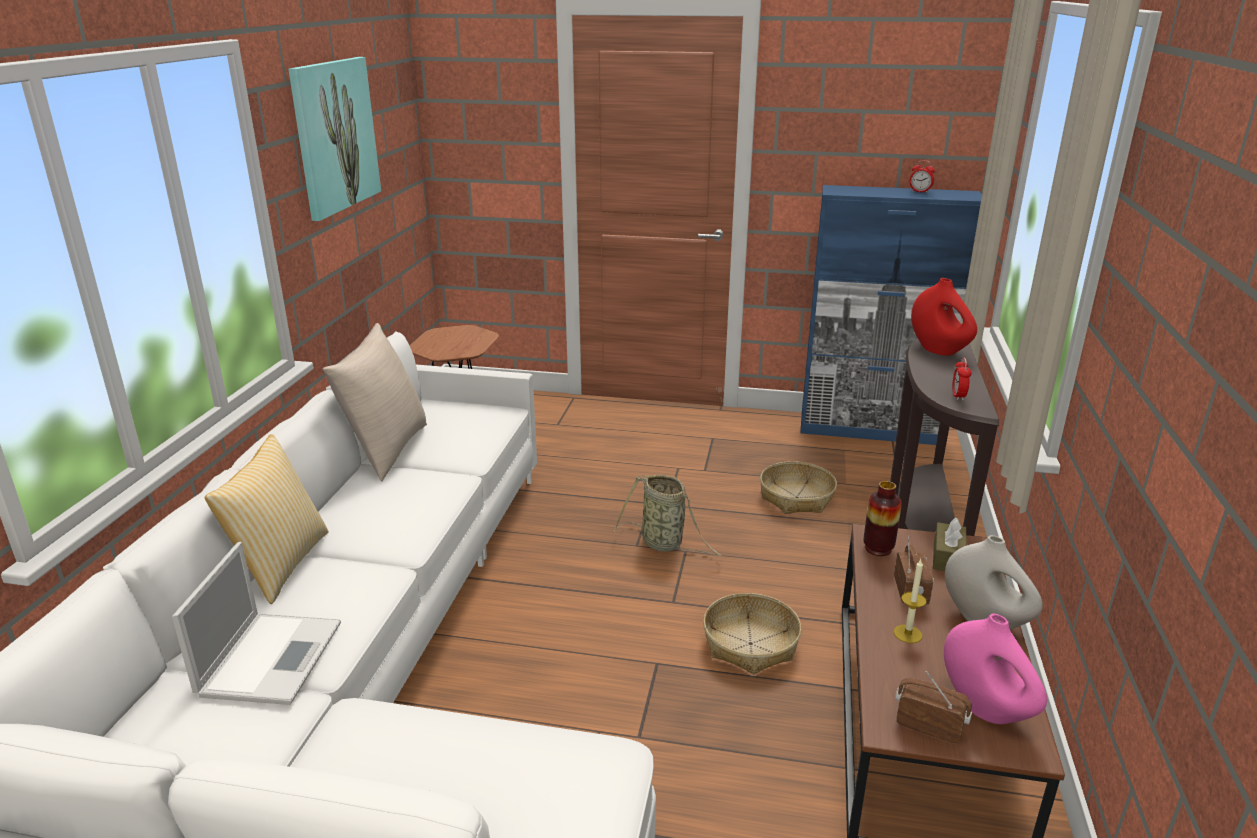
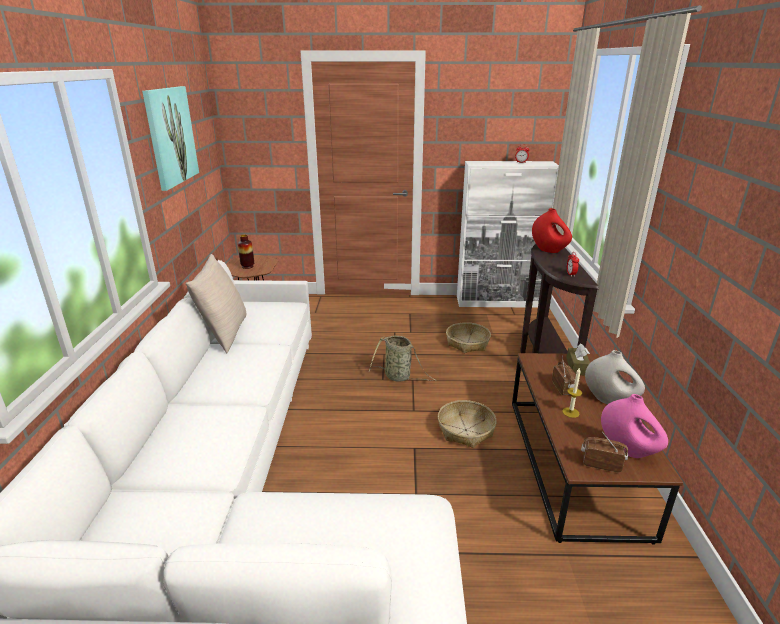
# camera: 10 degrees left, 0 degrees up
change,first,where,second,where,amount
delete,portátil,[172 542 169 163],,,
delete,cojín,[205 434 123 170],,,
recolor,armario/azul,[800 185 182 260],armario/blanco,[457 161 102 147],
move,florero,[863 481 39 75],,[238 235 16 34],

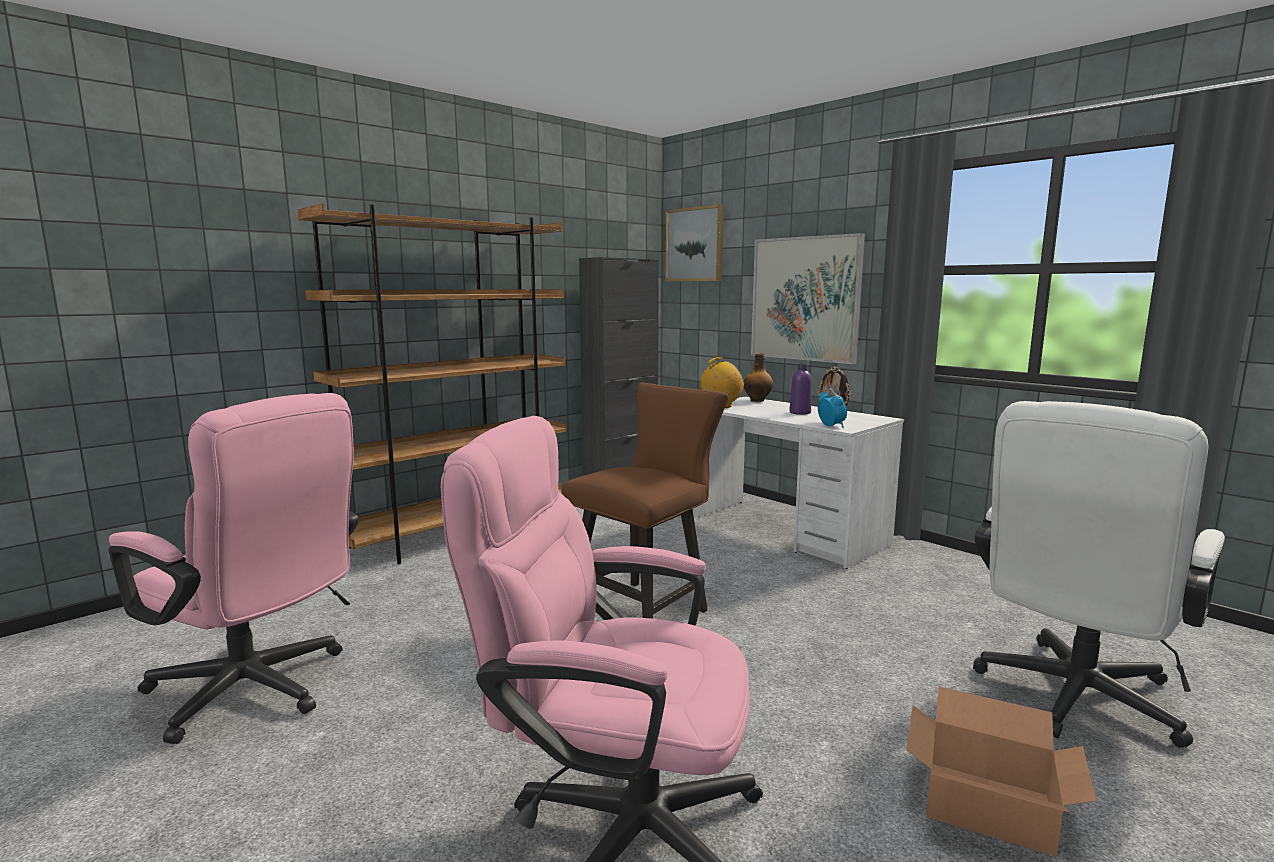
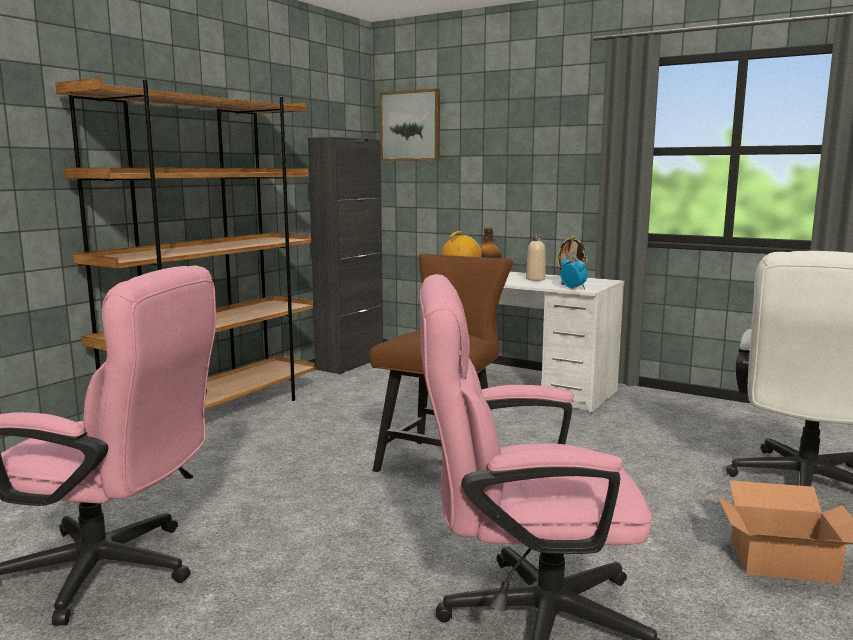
# camera: 15 degrees left, 0 degrees up
change,first,where,second,where,amount
delete,cuadro,[751 233 114 131],,,
recolor,botella/morado,[789 364 23 51],botella/beis,[526 235 19 46],

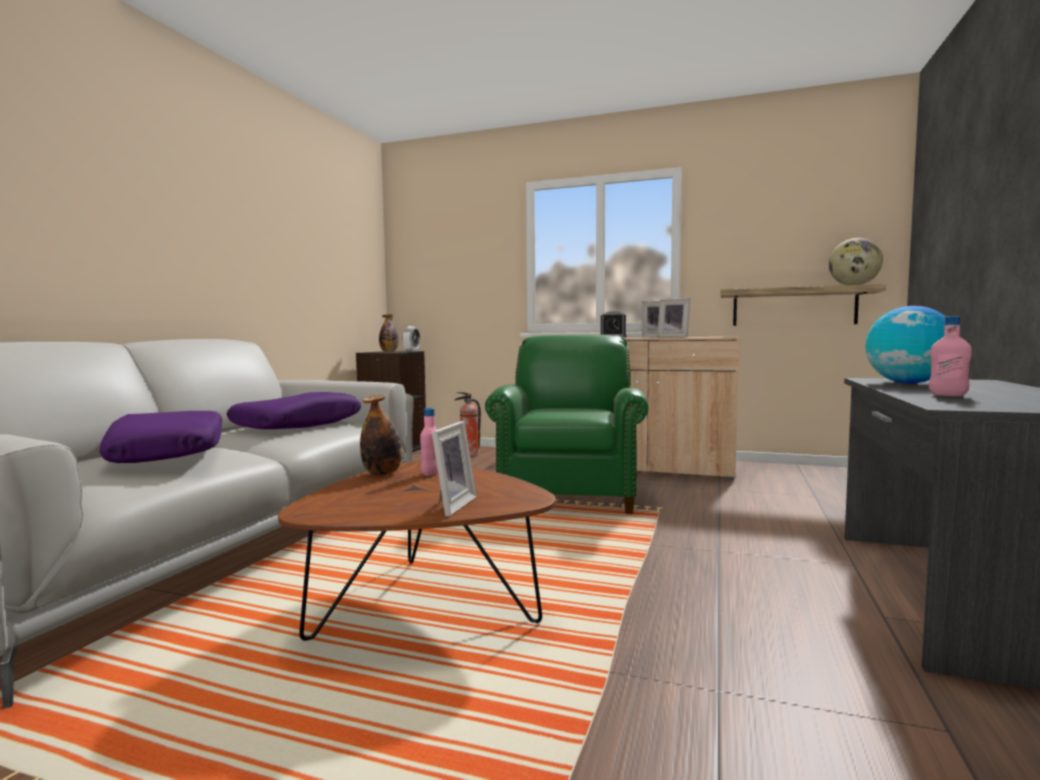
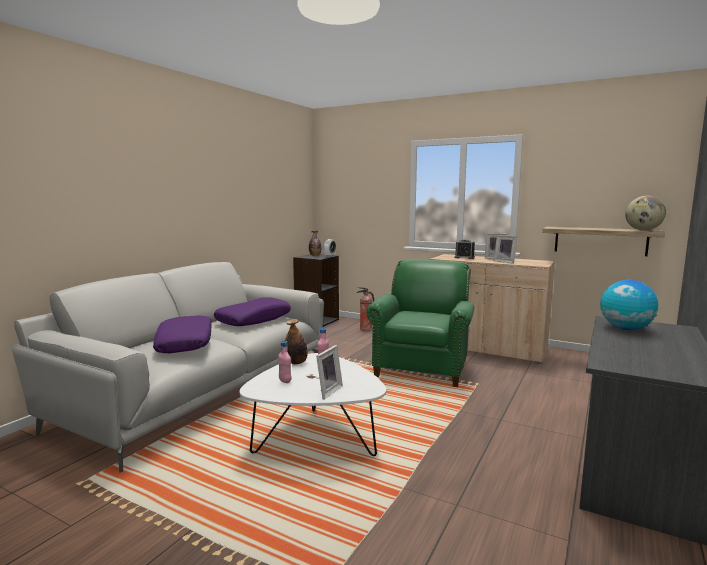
# camera: 10 degrees right, 5 degrees up
change,first,where,second,where,amount
recolor,mesa de centro/marrón,[278 461 278 180],mesa de centro/blanco,[240 353 146 103],
move,botella/rosa,[929 316 43 80],,[278 341 14 42],

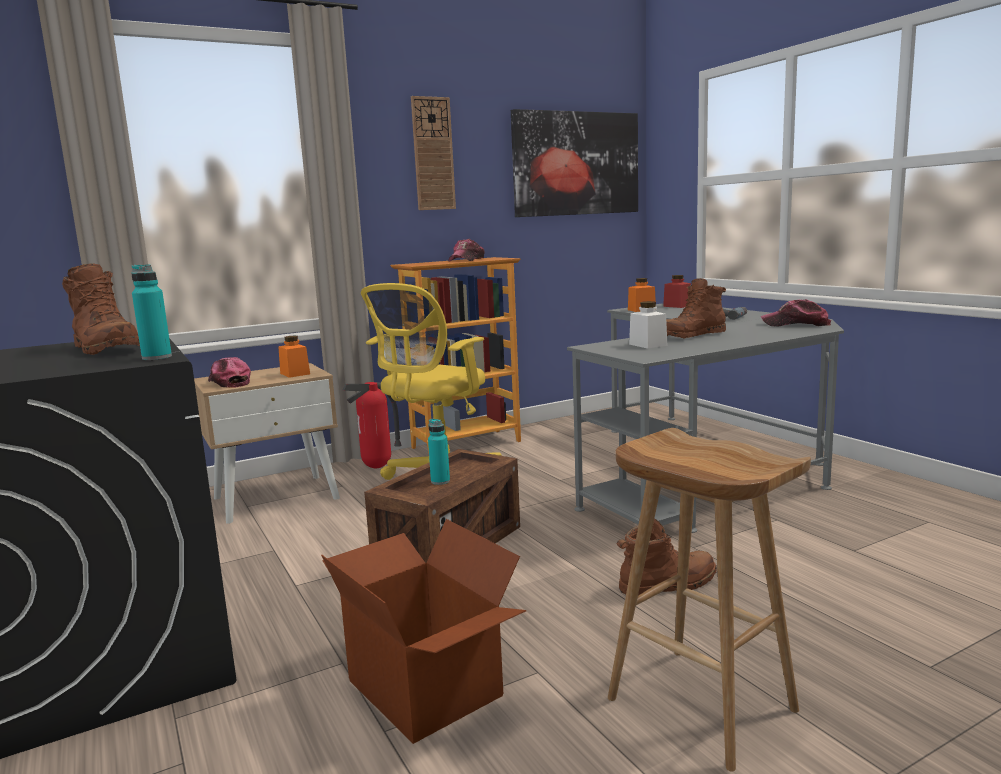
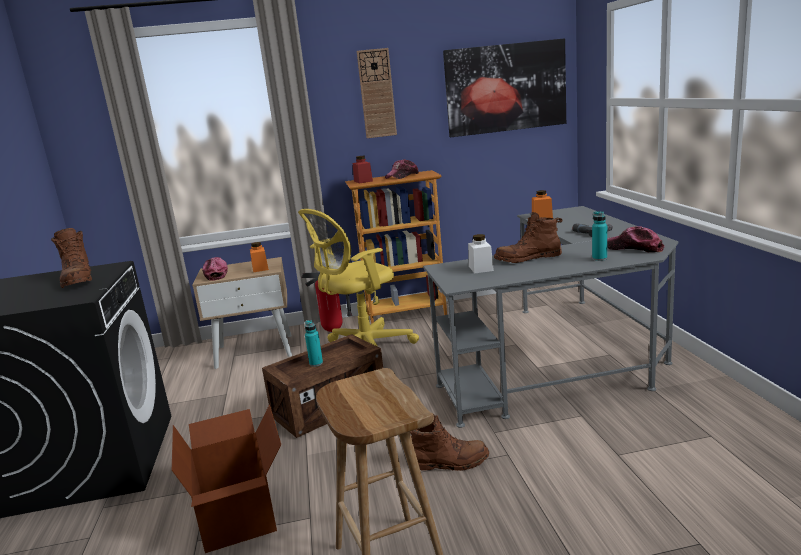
# camera: 20 degrees right, 5 degrees up
change,first,where,second,where,amount
move,botella/turquesa,[131 264 41 96],,[592 211 15 50],
move,tarro/rojo,[663 275 28 33],,[353 156 20 28],

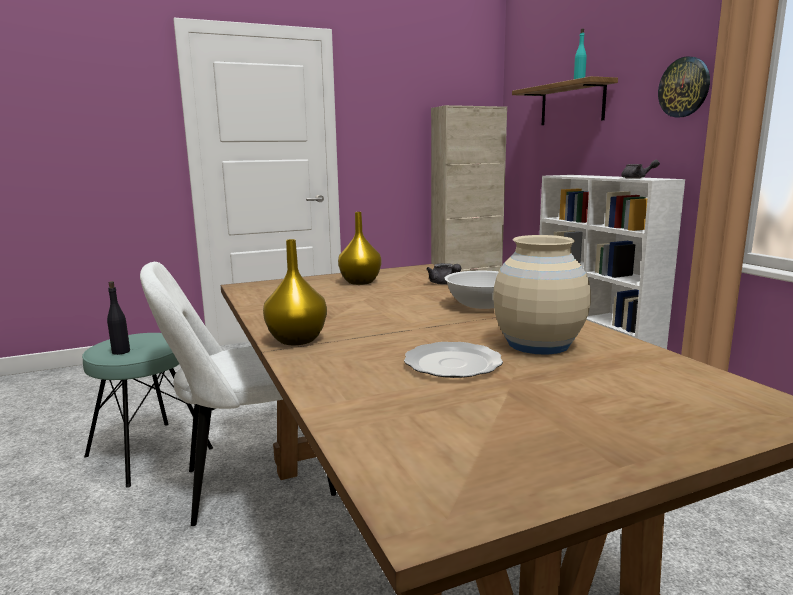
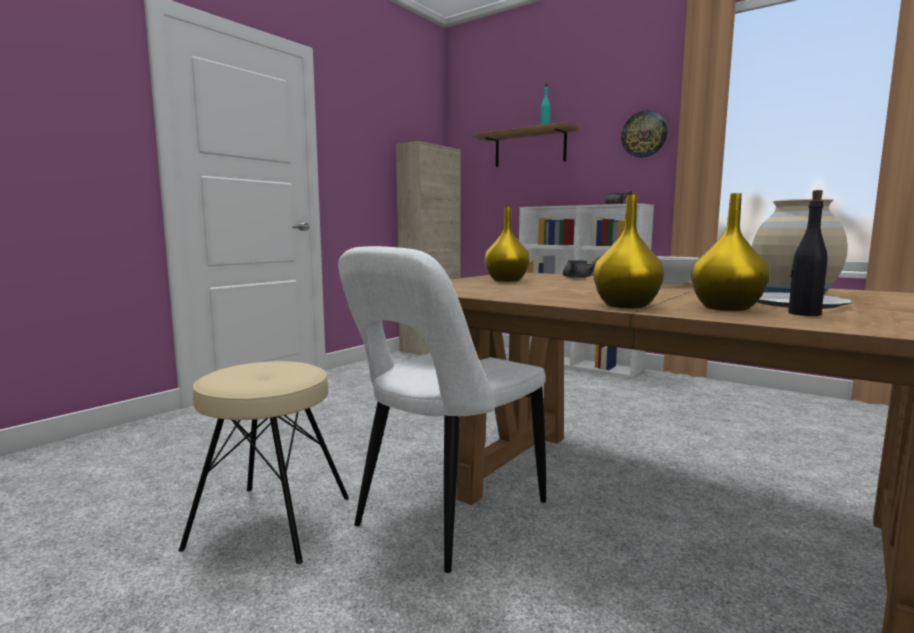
# camera: 30 degrees left, 5 degrees down
change,first,where,second,where,amount
recolor,taburete/turquesa,[82 333 131 155],taburete/beis,[178 361 171 203],
move,botella/negro,[107 281 23 74],,[788 190 40 126],
insert,,,florero/amarillo,[691 193 79 118],

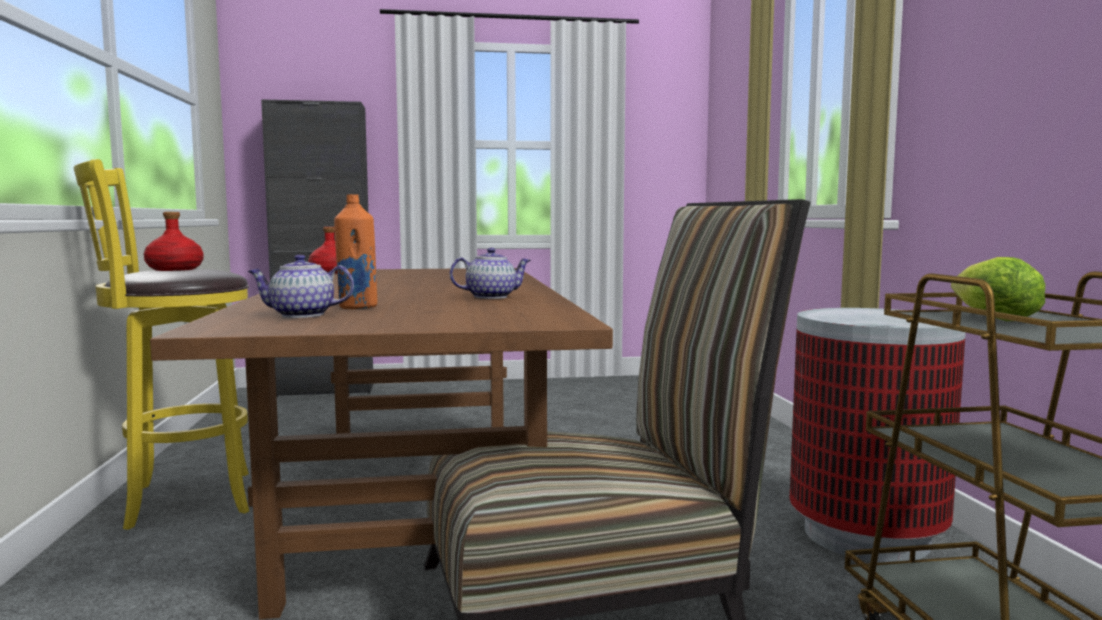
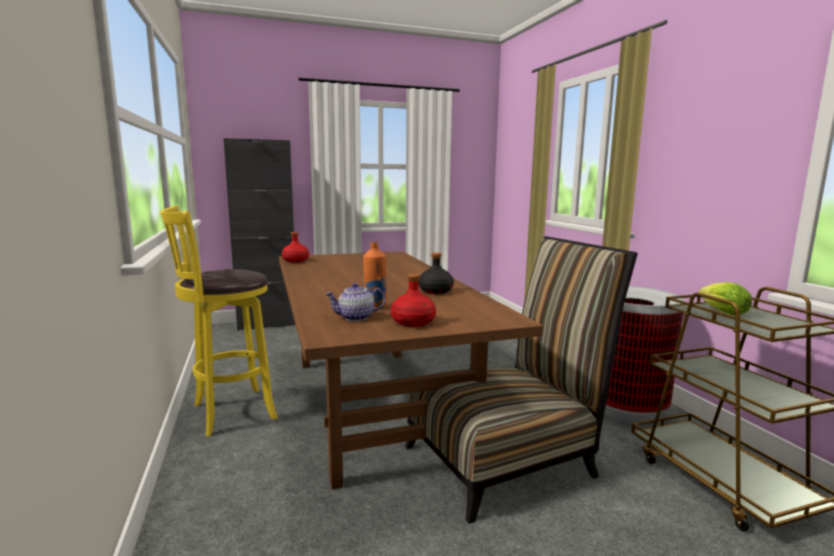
# camera: 10 degrees left, 5 degrees up
change,first,where,second,where,amount
move,botella/rojo,[144 212 59 59],,[391 274 45 53],
replace,tetera,[450 248 81 51],botella/negro,[419 253 35 41],

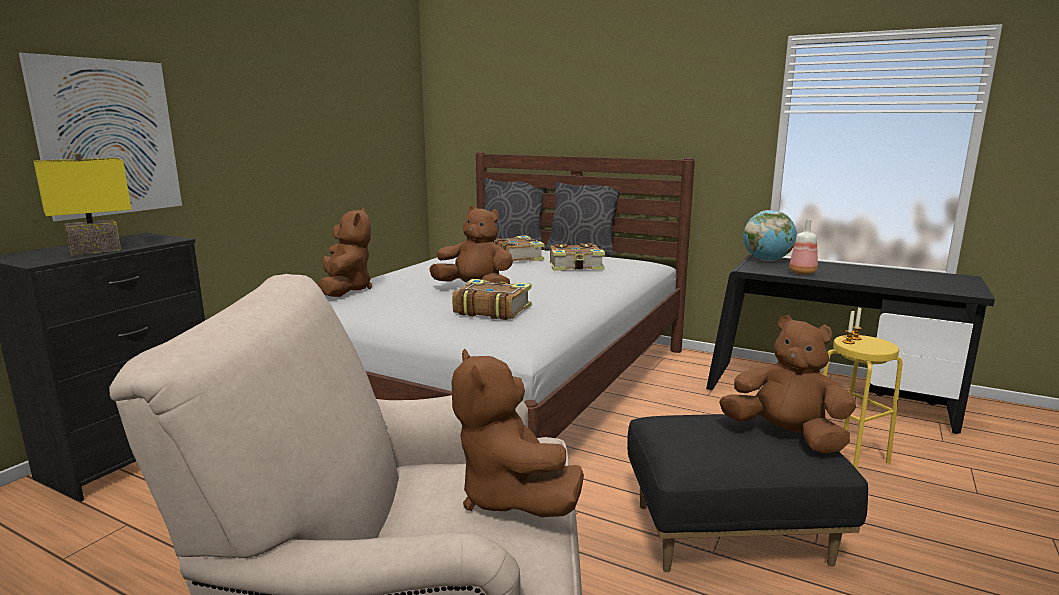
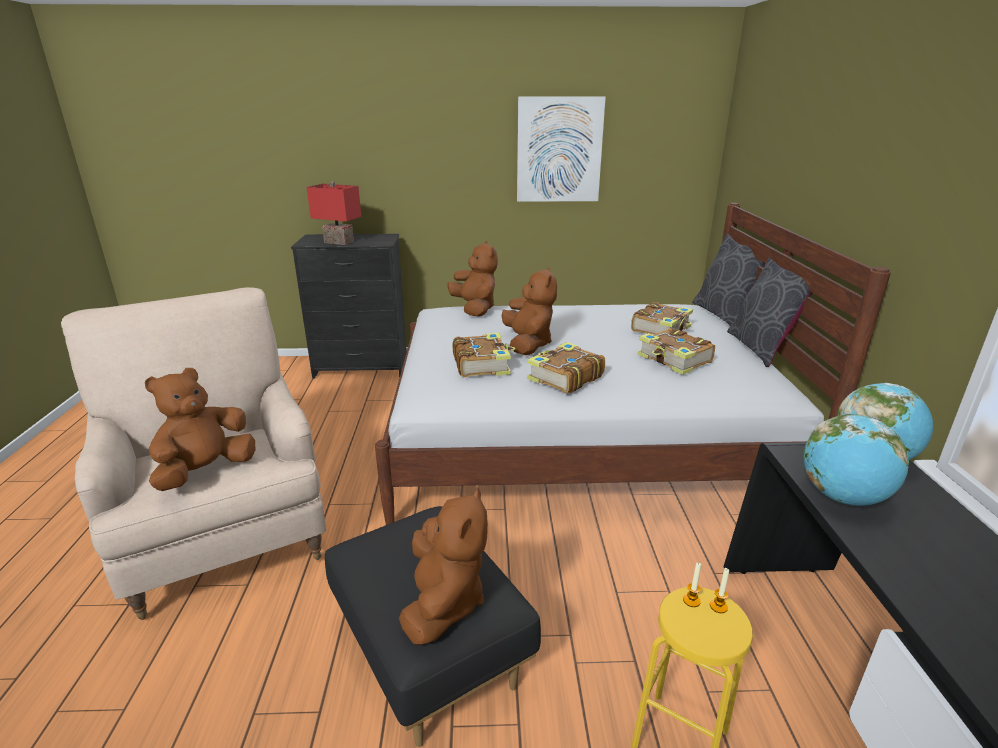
# camera: 60 degrees right, 10 degrees up
change,first,where,second,where,amount
move,cuadro,[19 53 163 169],,[517 97 89 105],
recolor,lámpara de mesa/amarillo,[33 153 99 103],lámpara de mesa/rojo,[307 182 54 63],
rotate,peluche/marrón,[318 208 54 89],,[447 241 51 76],75 degrees counterclockwise
replace,botella,[789 219 29 56],globo terráqueo,[804 414 105 92],
insert,,,libro,[527 342 78 51],

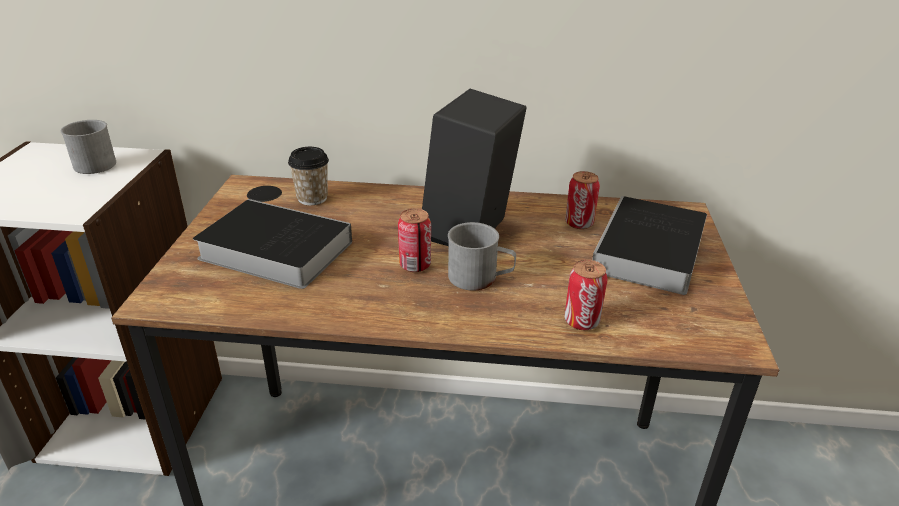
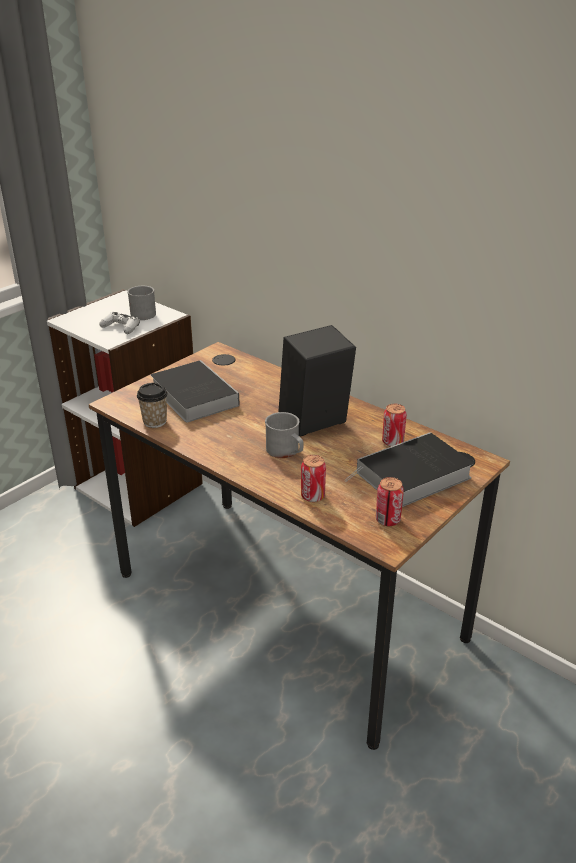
# camera: 35 degrees right, 0 degrees up
change,first,where,second,where,amount
move,taza,[288 147 41 58],,[137 383 31 45],
move,lata,[398 208 33 64],,[376 477 28 49],
insert,,,mando de consola/blanco,[99 312 41 22],

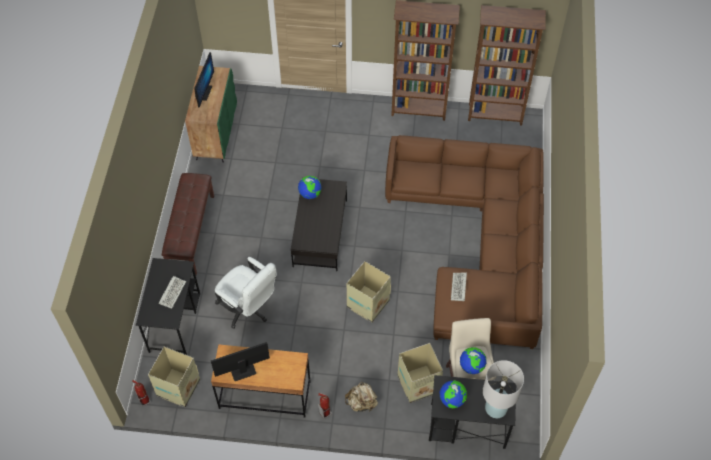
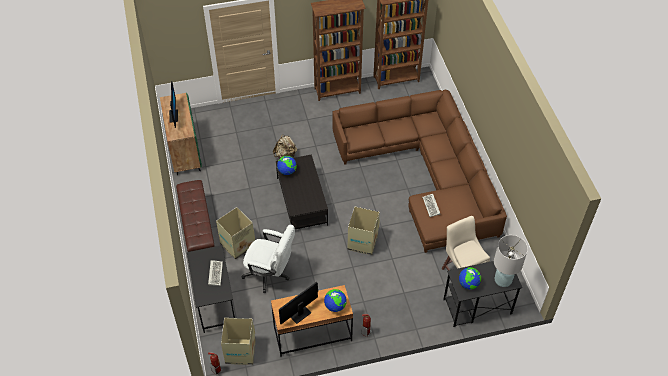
# camera: 20 degrees left, 5 degrees down
change,first,where,second,where,amount
move,mochila/beis,[345 382 33 30],,[273 134 24 24],
move,caja de cartón,[398 343 45 60],,[216 207 39 53],
move,globo terráqueo,[460 347 26 27],,[324 289 23 23],

